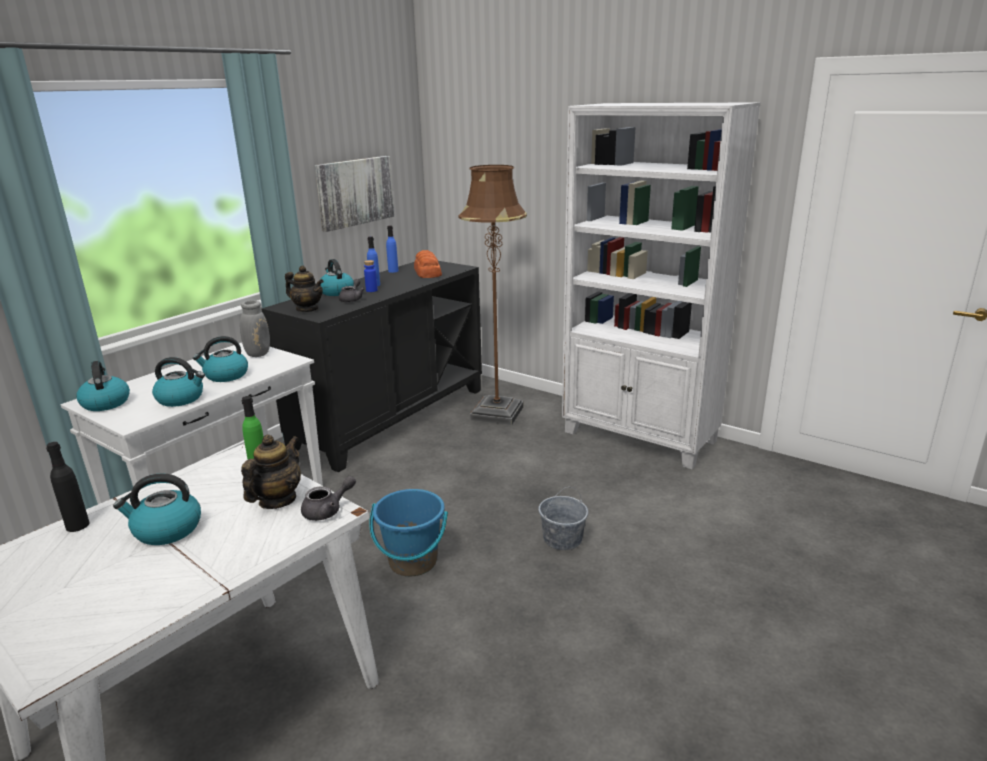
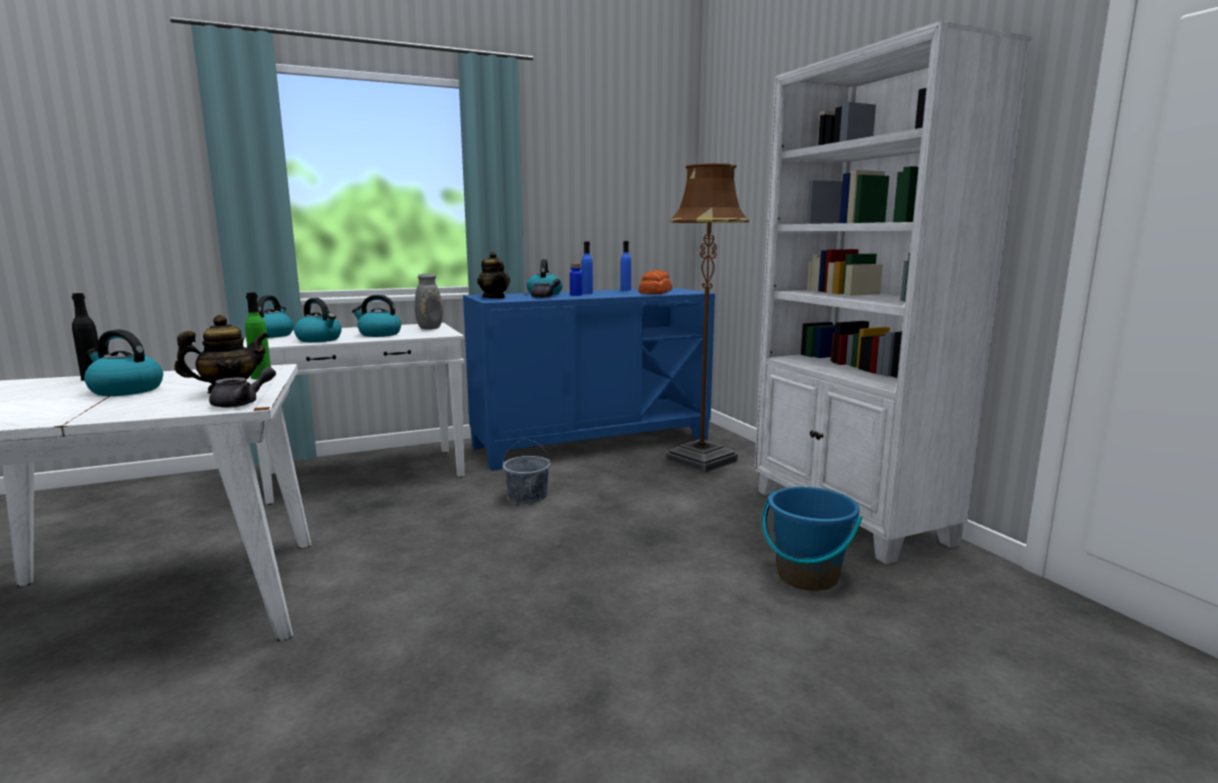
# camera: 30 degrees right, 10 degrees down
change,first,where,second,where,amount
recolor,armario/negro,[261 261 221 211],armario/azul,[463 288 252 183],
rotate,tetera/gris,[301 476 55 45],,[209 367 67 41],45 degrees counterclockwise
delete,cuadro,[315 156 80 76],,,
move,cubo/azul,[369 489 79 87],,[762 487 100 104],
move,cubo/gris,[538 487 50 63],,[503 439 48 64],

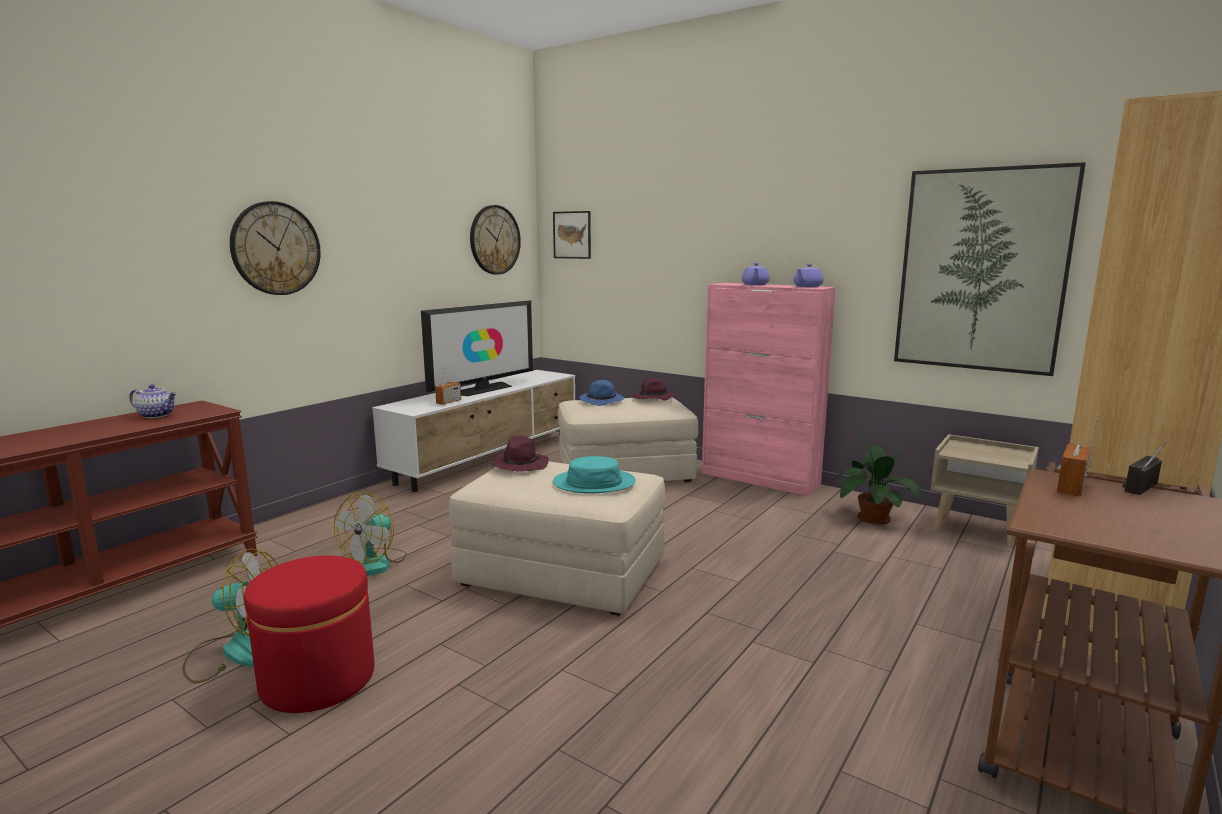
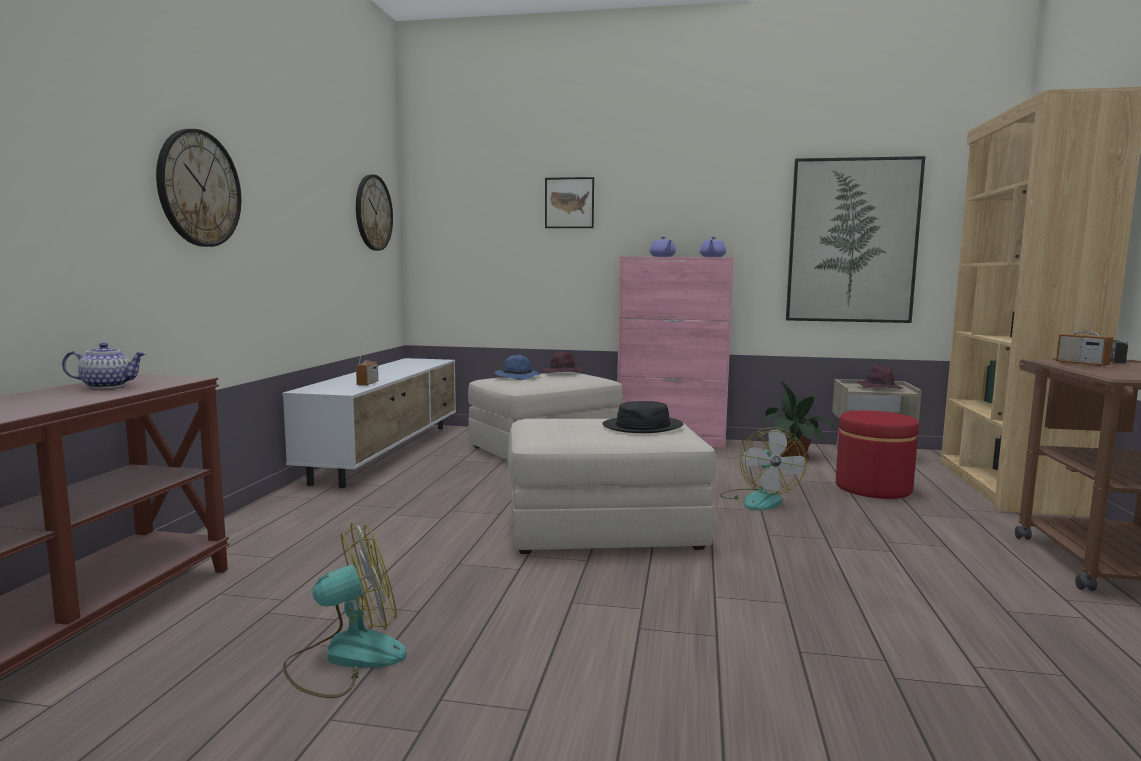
# camera: 25 degrees left, 5 degrees down
change,first,where,second,where,amount
move,puf/rojo,[244 556 130 157],,[836 411 83 88],
move,ventilador,[334 492 73 84],,[720 427 87 83],
delete,televisor,[421 300 112 96],,,
move,sombrero/morado,[492 436 57 36],,[857 365 46 24],
move,cuadro,[553 211 38 48],,[545 177 49 51],
recolor,sombrero/turquesa,[553 456 83 38],sombrero/negro,[602 401 81 32],
rotate,radio,[1057 414 42 82],,[1056 304 57 63],45 degrees counterclockwise

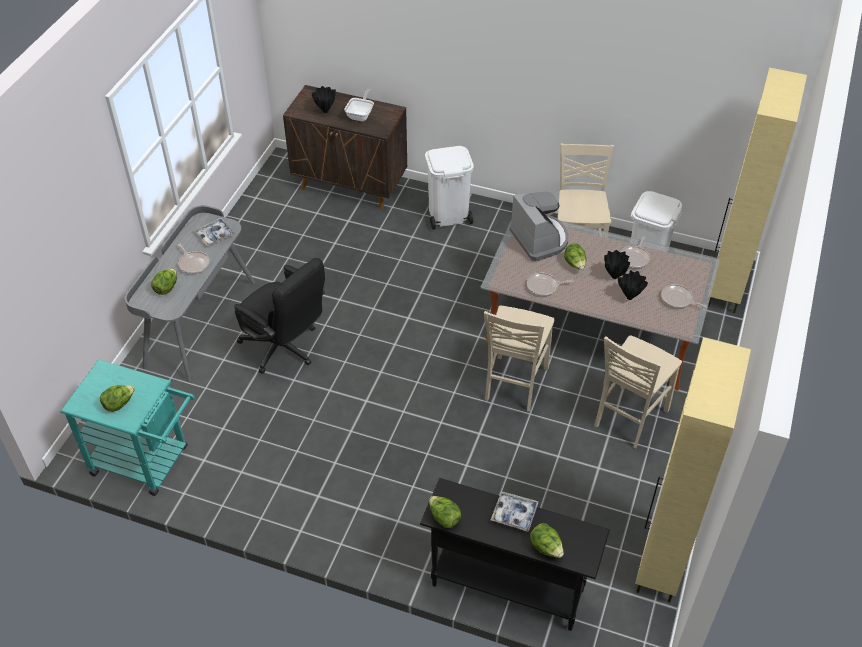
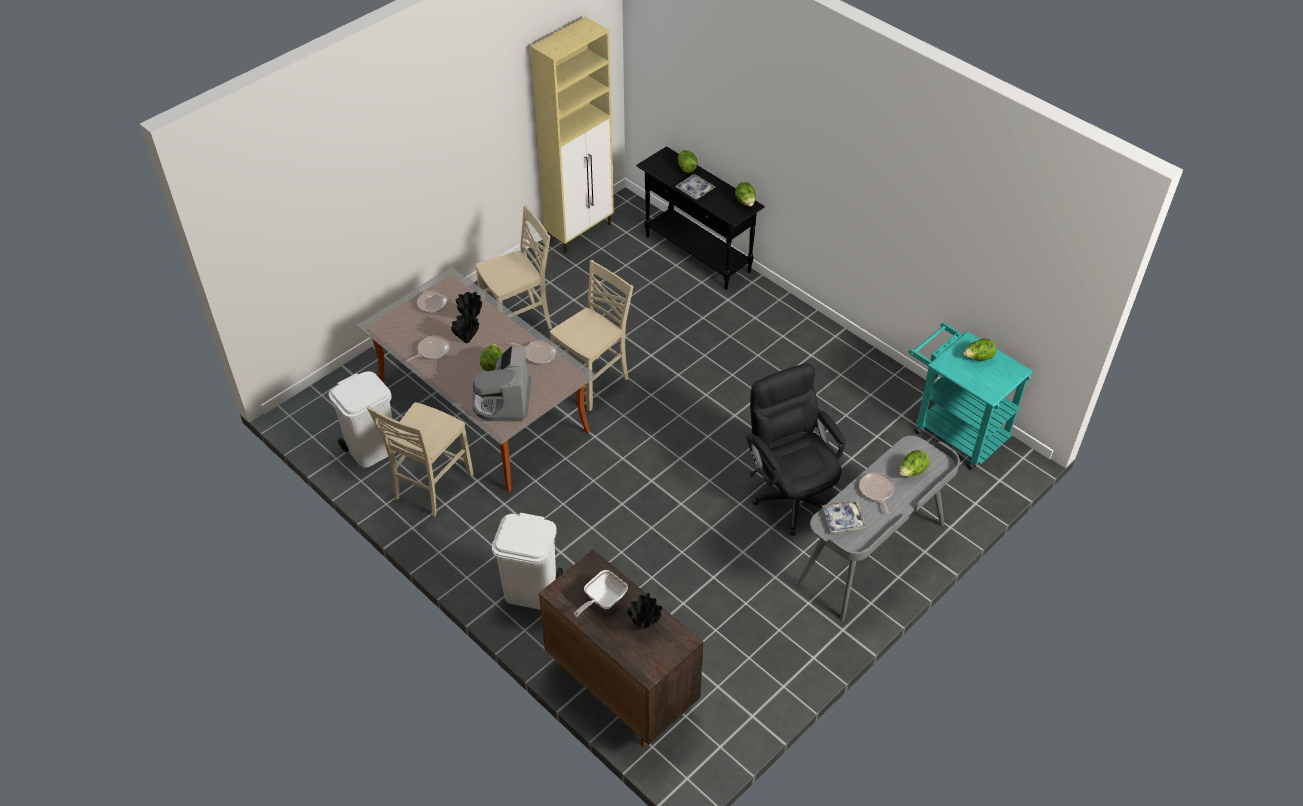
# camera: 155 degrees left, 0 degrees up
change,first,where,second,where,amount
delete,armario/beis,[708 68 99 245],,,

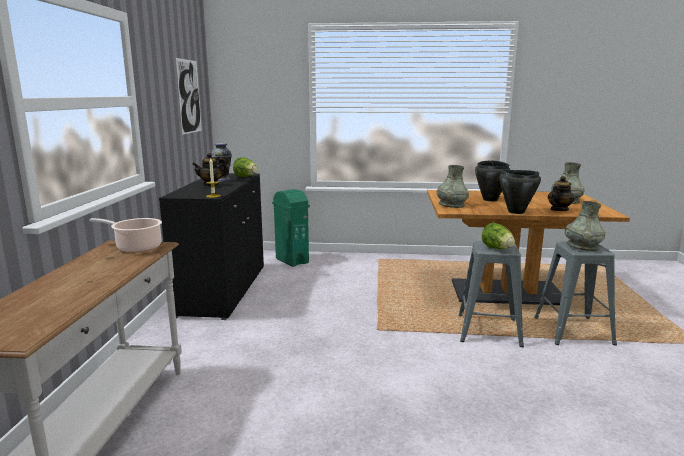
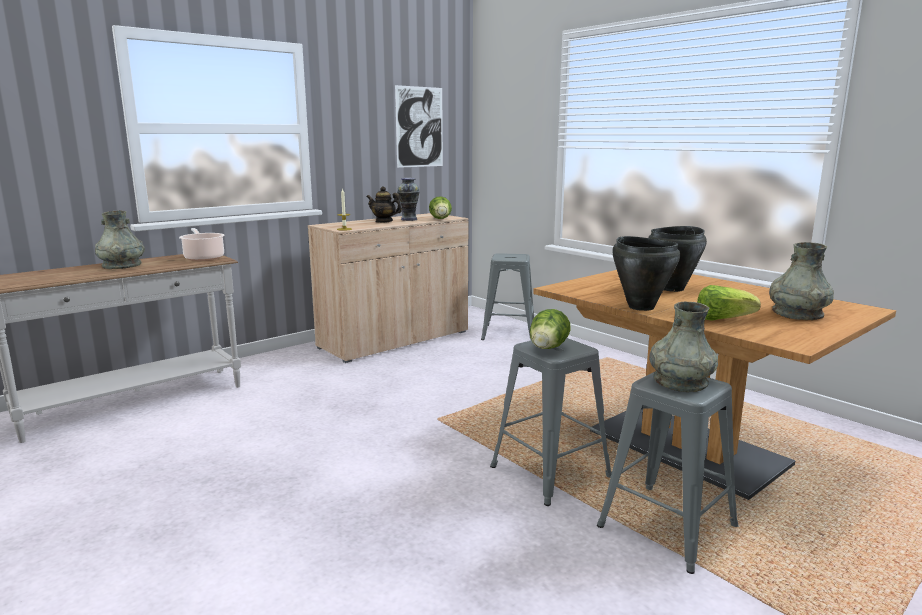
# camera: 45 degrees right, 0 degrees up
change,first,where,second,where,amount
recolor,armario/negro,[159 173 105 147],armario/beis,[308 213 160 150],
replace,papelera/verde,[272 189 38 78],taburete/gris,[481 253 53 87],
move,florero/gris,[437 165 32 43],,[95 211 50 58],
replace,tetera,[548 176 27 35],lechuga,[697 285 64 36],

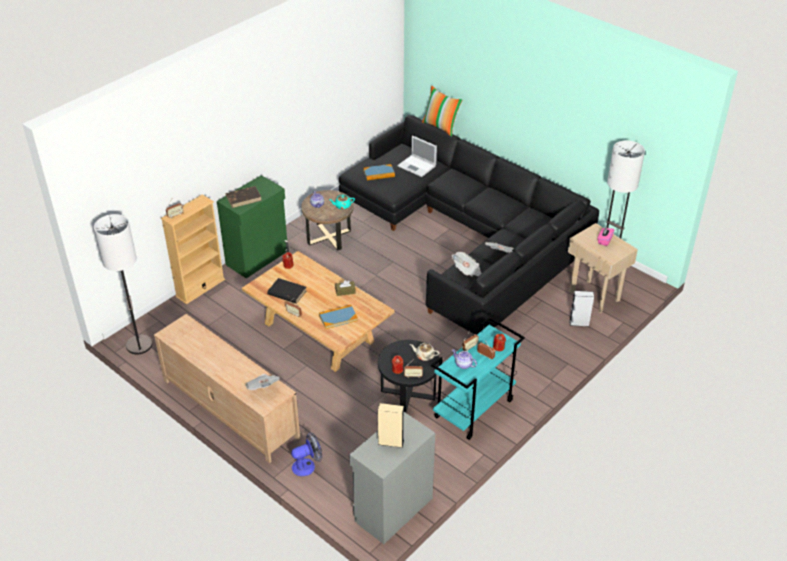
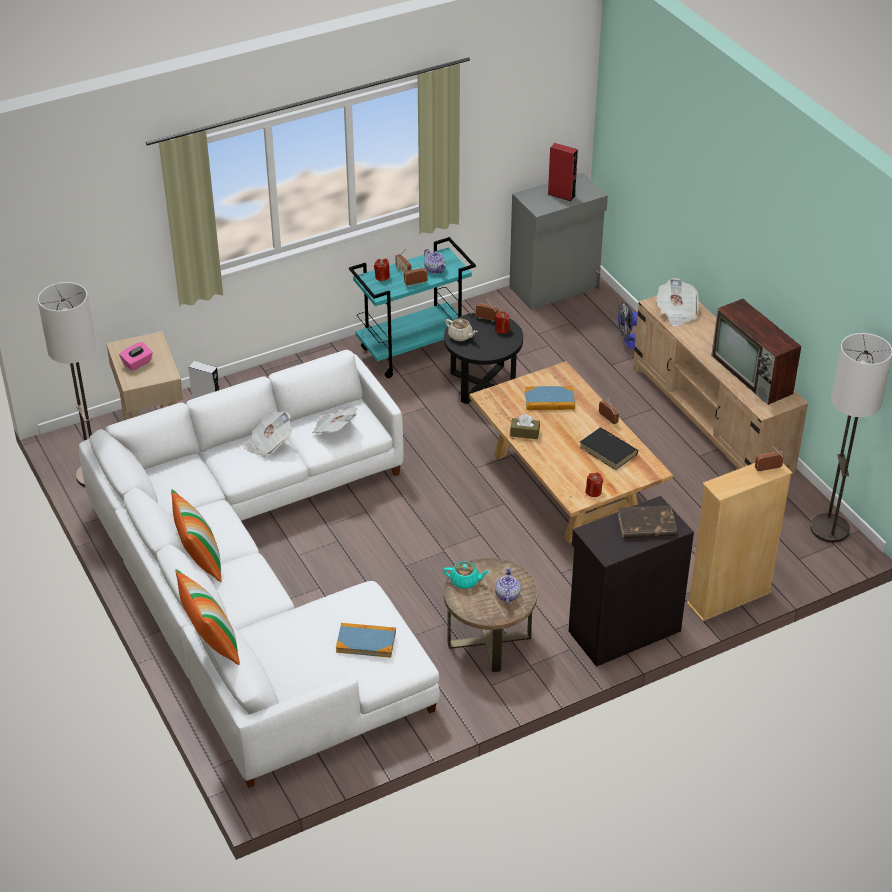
# camera: 160 degrees left, 0 degrees up
change,first,where,second,where,amount
recolor,armario/verde,[217 175 72 103],armario/negro,[569 496 125 171],
recolor,sofá/negro,[339 115 260 219],sofá/blanco,[79 350 361 438],
recolor,altavoz/beis,[378 403 26 45],altavoz/rojo,[547 143 31 58],
delete,portátil,[397 135 40 42],,,
insert,,,cojín,[171 489 50 93],
insert,,,televisor,[711 299 90 106],

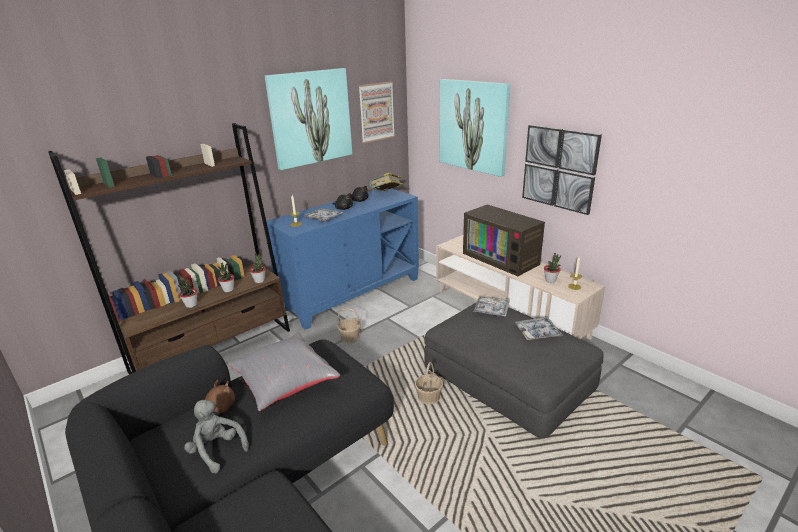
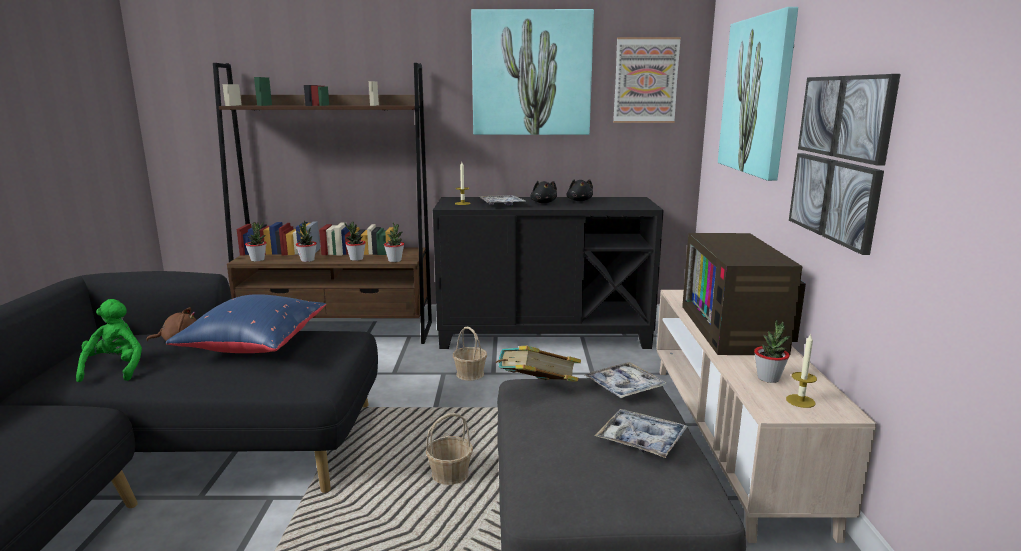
# camera: 40 degrees right, 10 degrees down
change,first,where,second,where,amount
recolor,peluche/gris,[184 400 65 73],peluche/verde,[76 299 66 83],
recolor,cojín/gris,[226 332 114 79],cojín/azul,[166 294 160 59],
recolor,armario/azul,[266 188 153 142],armario/negro,[433 197 231 152],
move,libro,[370 172 33 19],,[495 346 86 36],
insert,,,planta en maceta,[245 221 22 41],

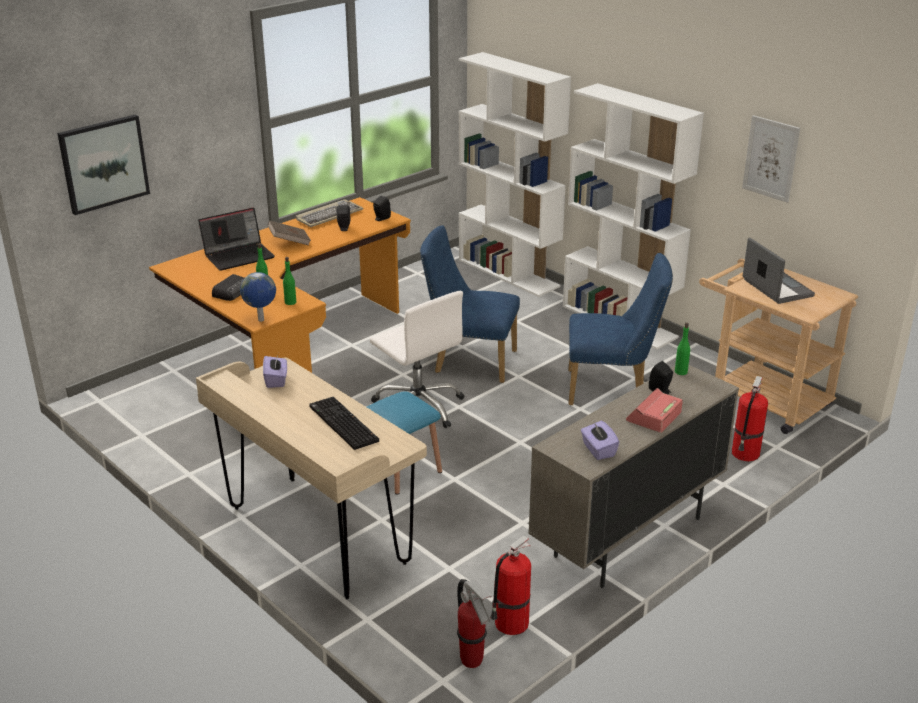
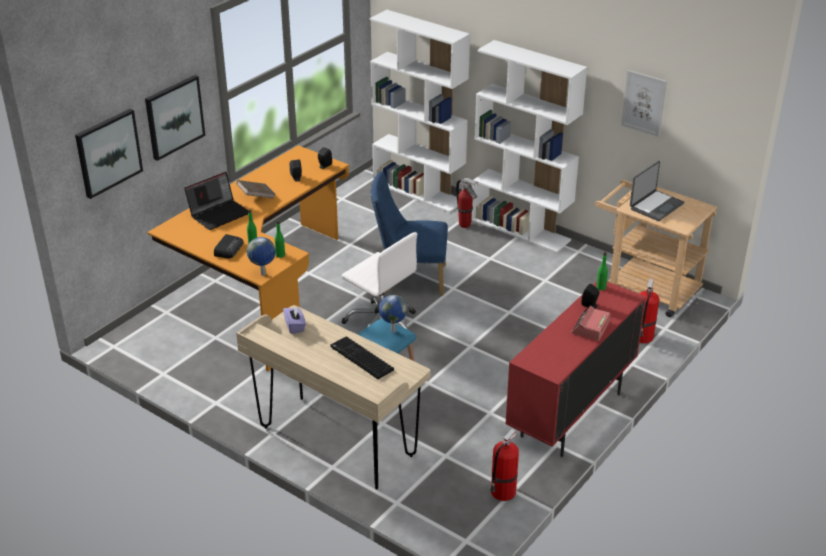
# camera: 10 degrees left, 5 degrees up
change,first,where,second,where,amount
delete,teclado,[296 199 67 28],,,
move,extintor,[457 579 35 89],,[456 178 22 50],
recolor,armario/beis,[528 365 211 223],armario/rojo,[505 281 141 176],
delete,silla/azul,[568 253 105 153],,,
delete,caja de pañuelos/morado,[581 421 38 39],,,
rotate,portátil,[743 238 72 66],,[630 161 54 60],75 degrees clockwise
insert,,,cuadro,[145 75 60 86],
insert,,,globo terráqueo,[379 295 28 38],

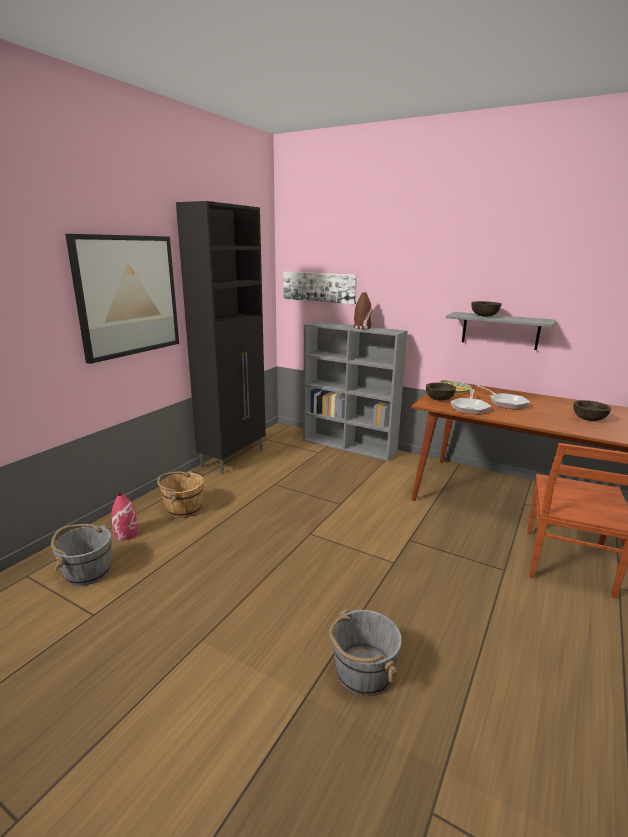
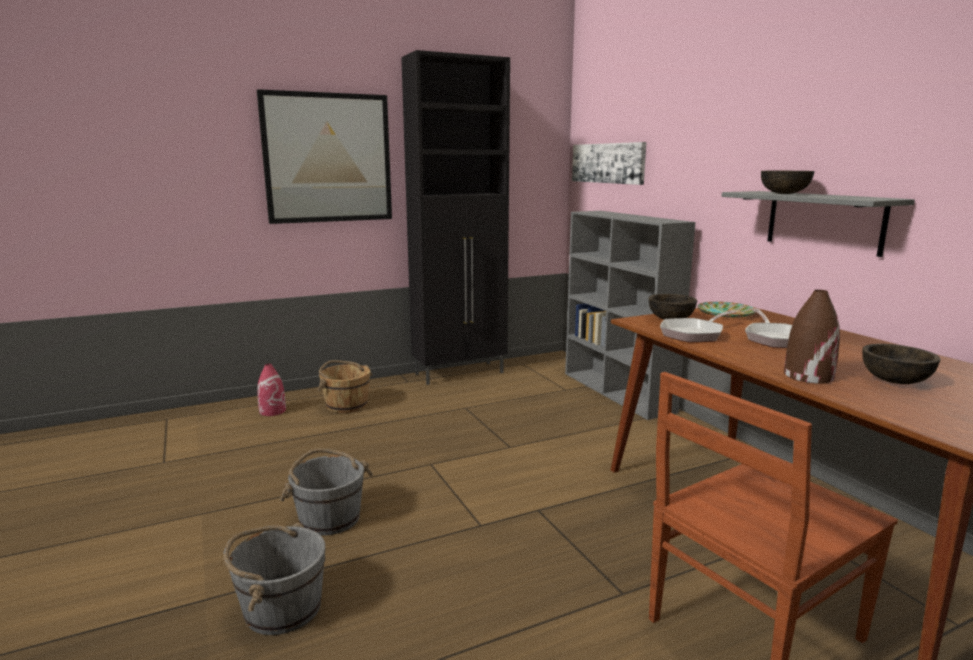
# camera: 35 degrees right, 5 degrees down
change,first,where,second,where,amount
move,cubo/gris,[51 524 61 62],,[280 449 93 86],
move,florero/marrón,[354 292 18 37],,[784 290 56 94],

